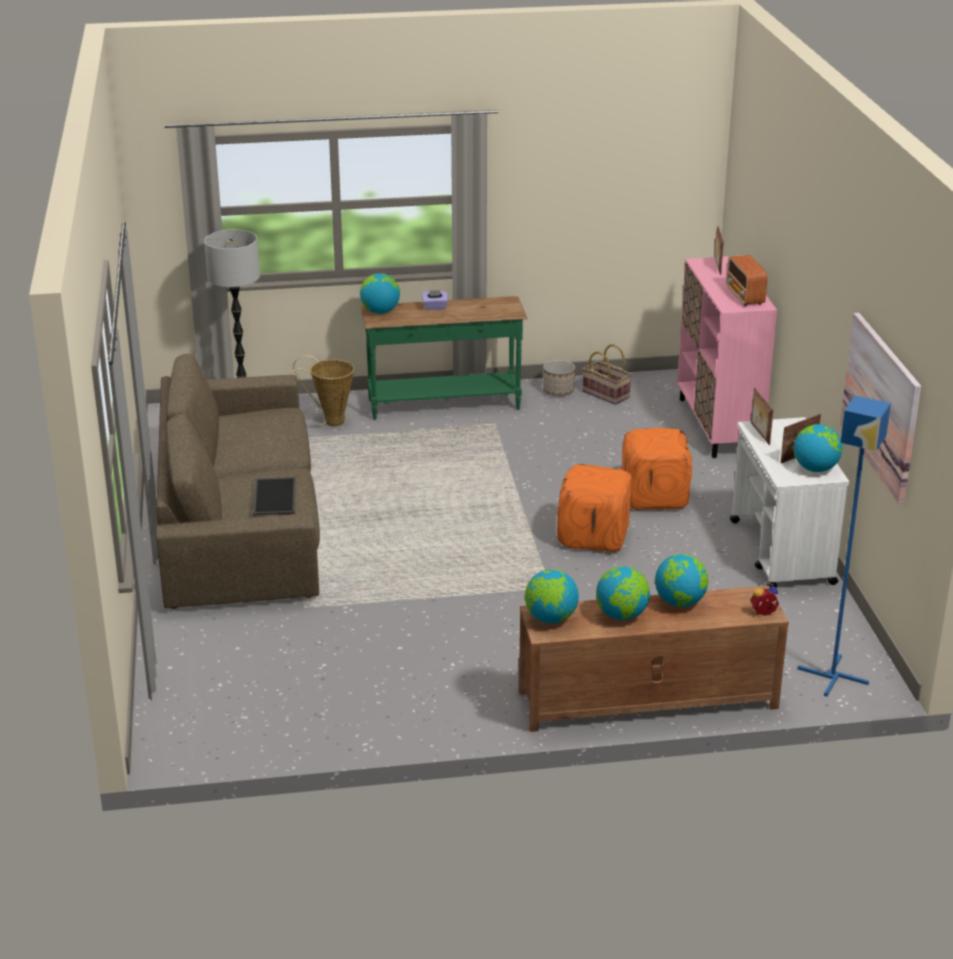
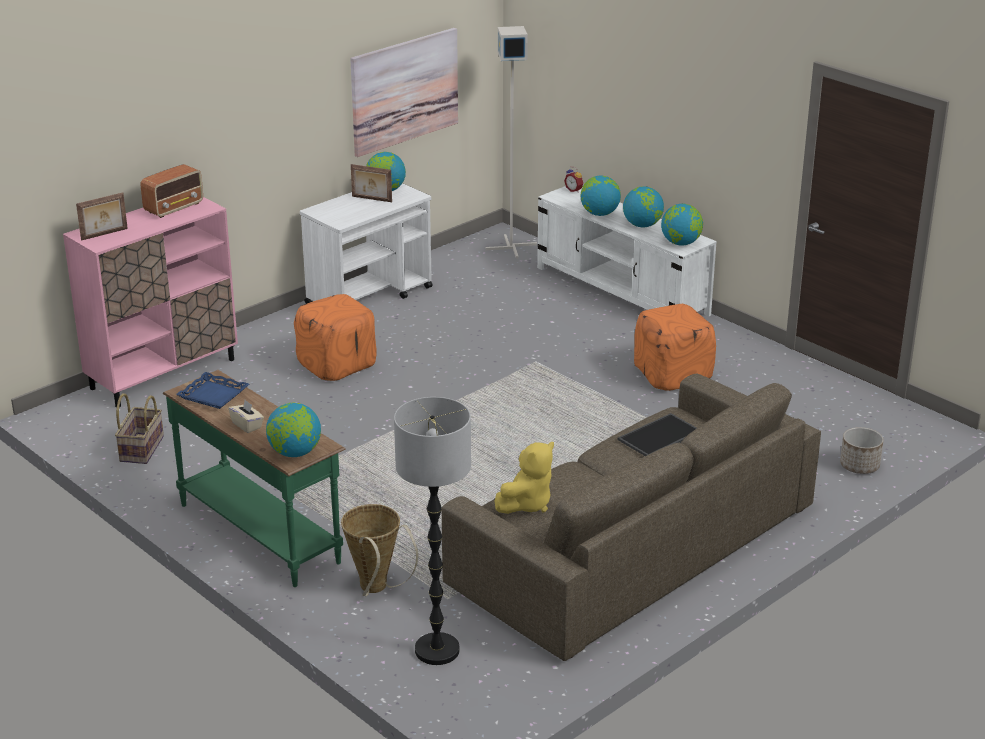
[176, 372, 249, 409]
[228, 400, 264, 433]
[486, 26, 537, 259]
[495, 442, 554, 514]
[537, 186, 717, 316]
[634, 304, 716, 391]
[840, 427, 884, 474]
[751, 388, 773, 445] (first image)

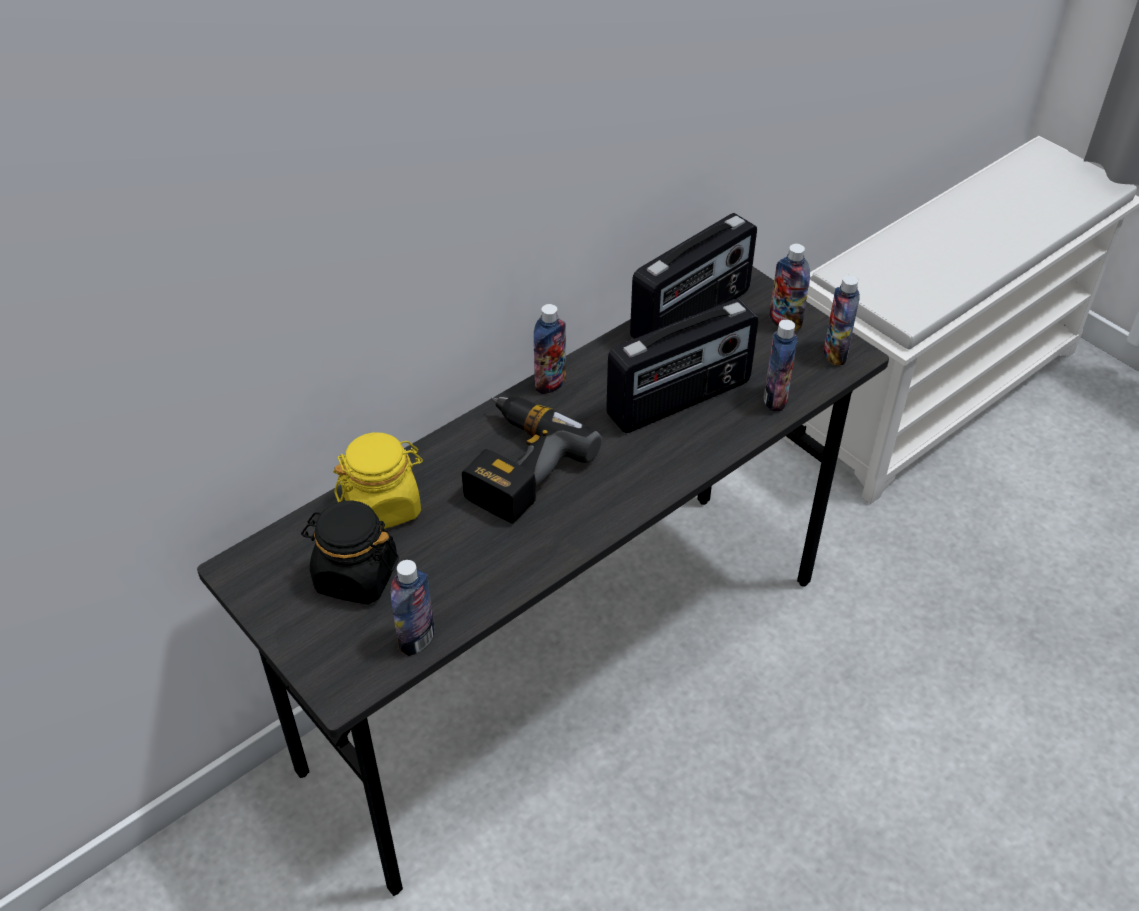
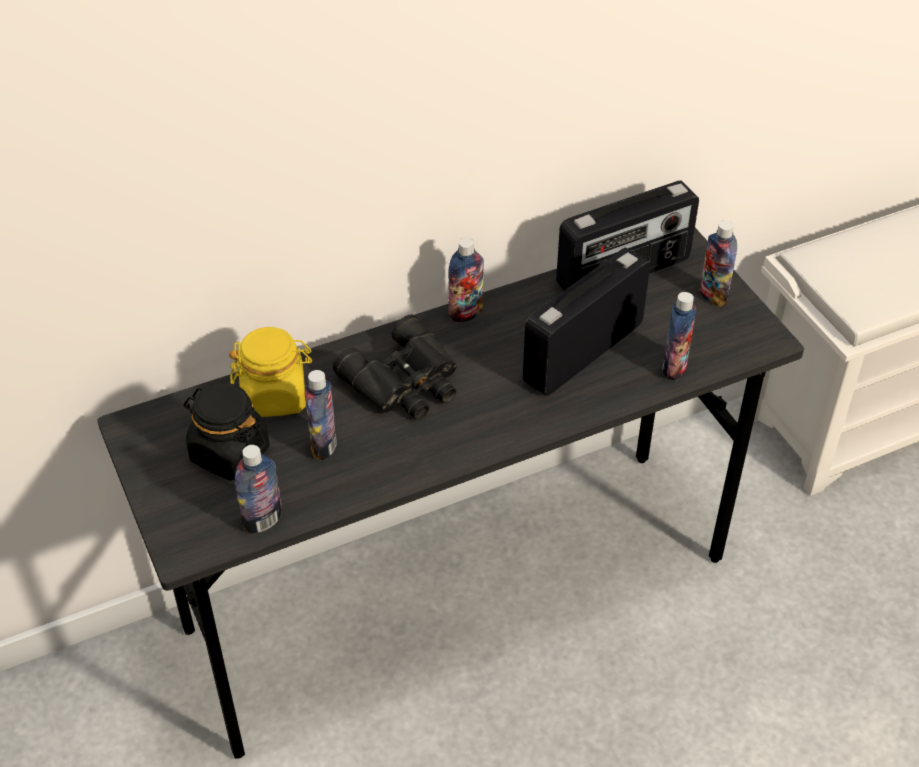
[305, 370, 337, 460]
[333, 315, 457, 420]
[523, 248, 650, 396]

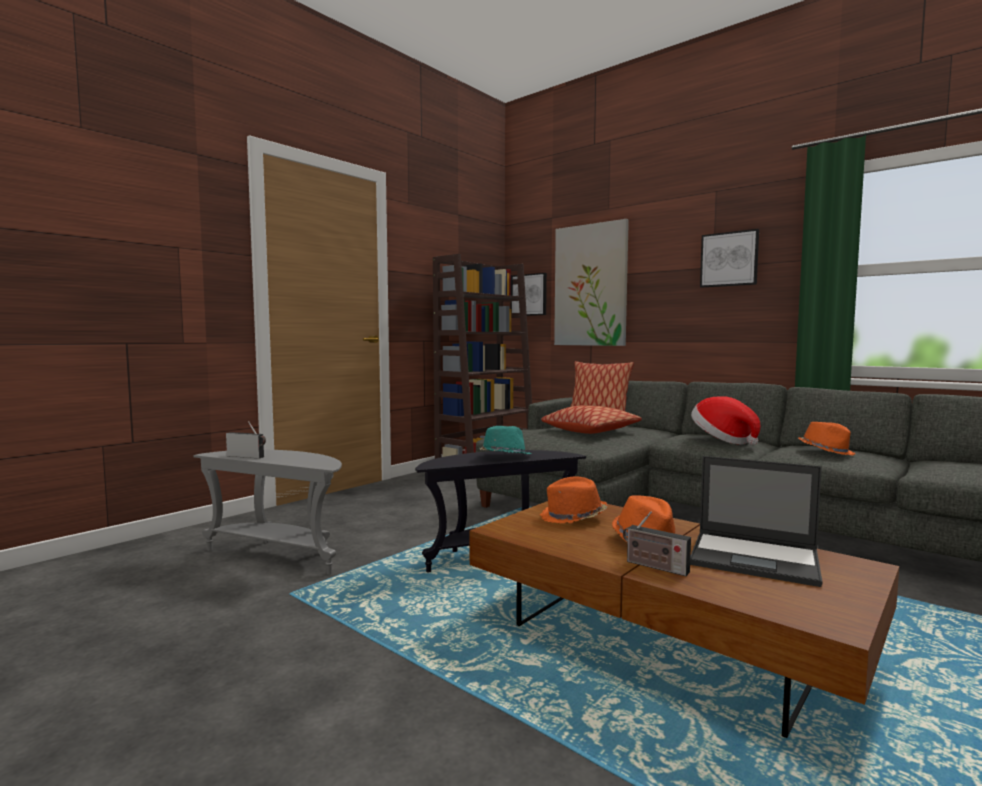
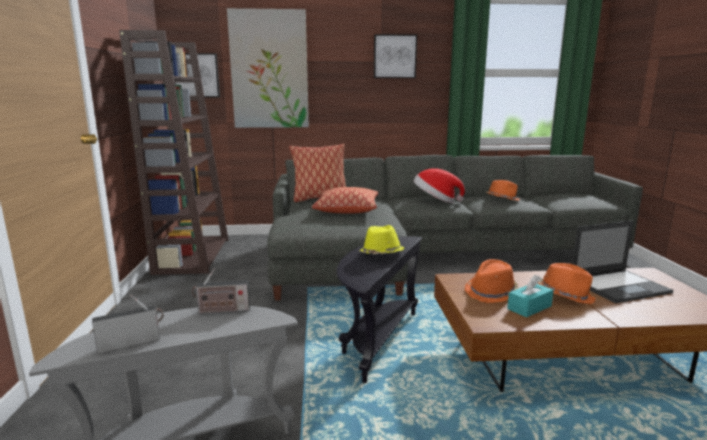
[192, 269, 250, 314]
[359, 225, 405, 254]
[507, 275, 554, 318]

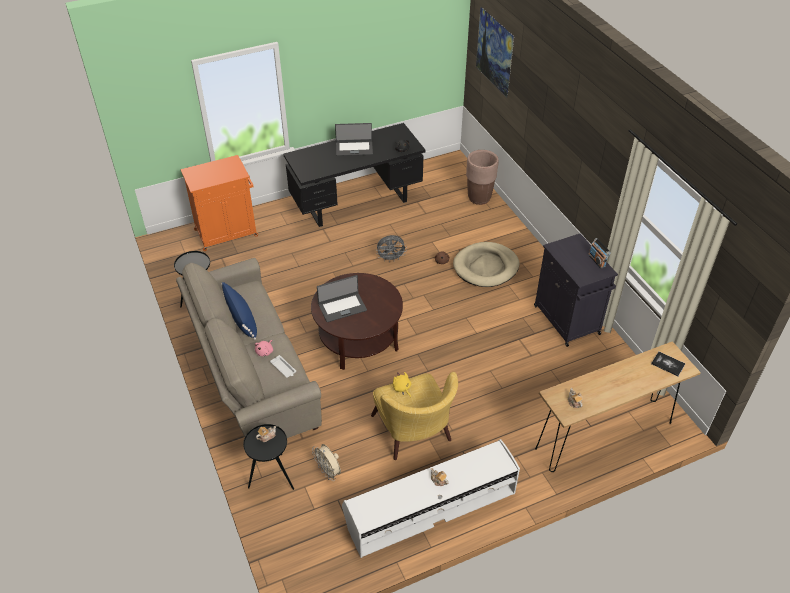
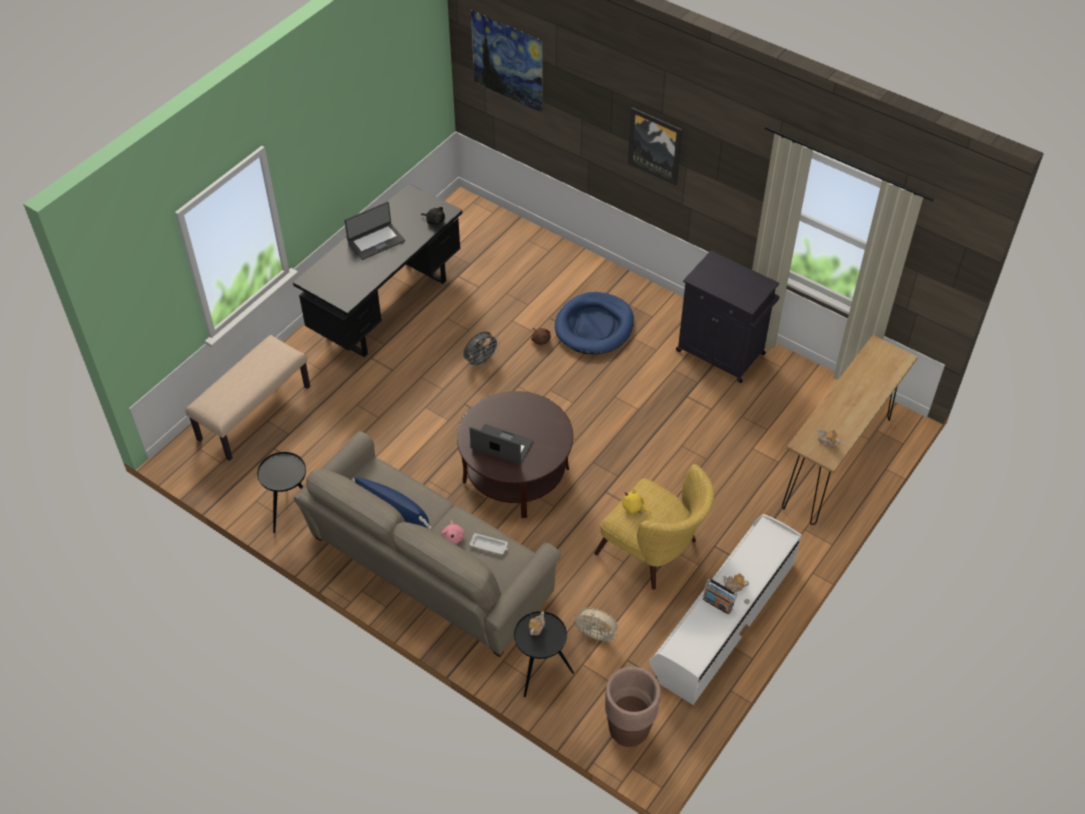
[185, 335, 310, 461]
[469, 424, 533, 464]
[555, 292, 634, 354]
[605, 666, 661, 747]
[628, 107, 682, 186]
[703, 578, 737, 615]
[651, 351, 686, 376] (first image)

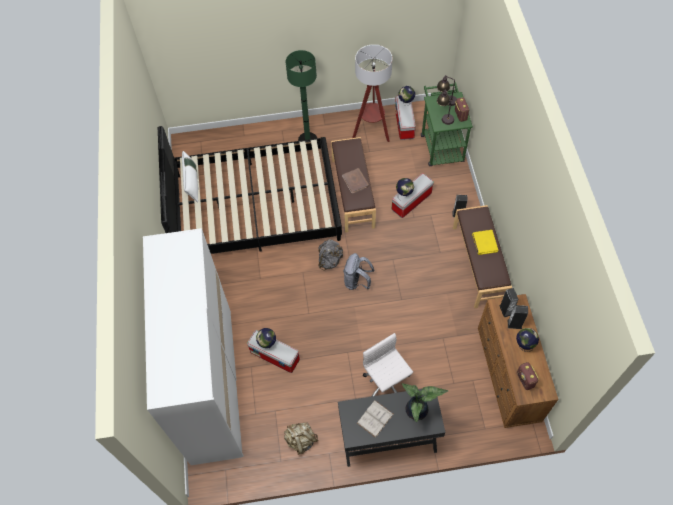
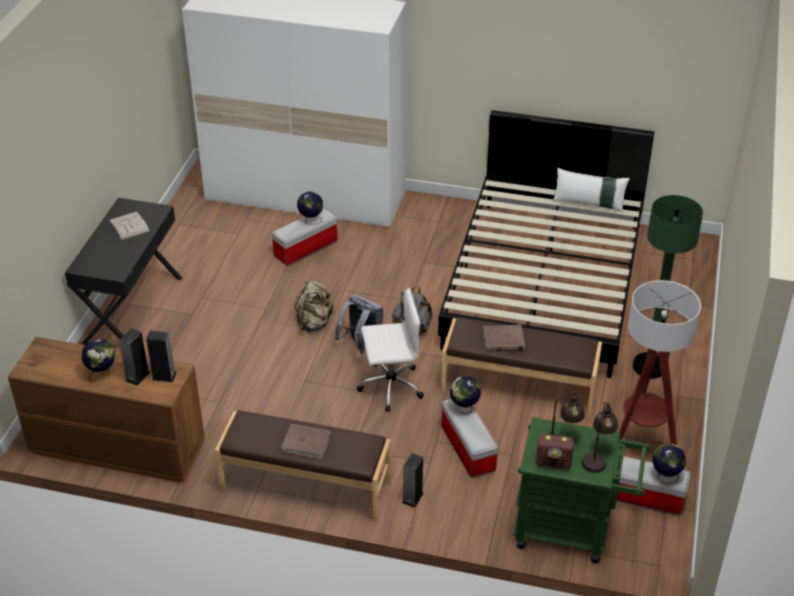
[281, 424, 331, 460]
[294, 281, 334, 333]
[357, 288, 424, 412]
[402, 383, 448, 422] (first image)
[517, 362, 539, 390] (first image)

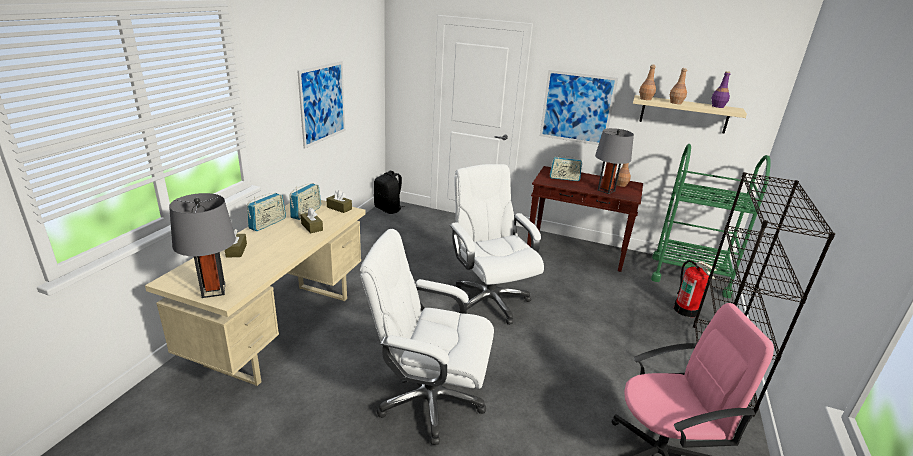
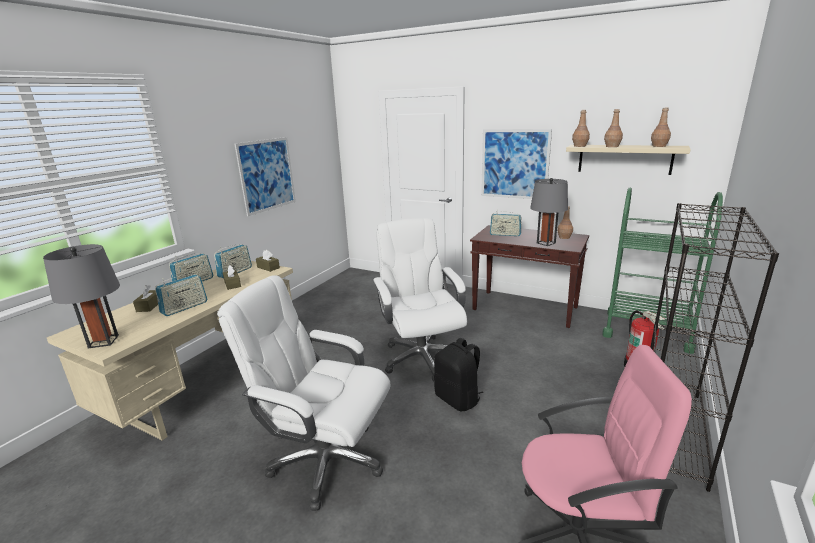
[155, 274, 207, 316]
[434, 338, 483, 411]
[651, 108, 671, 147]

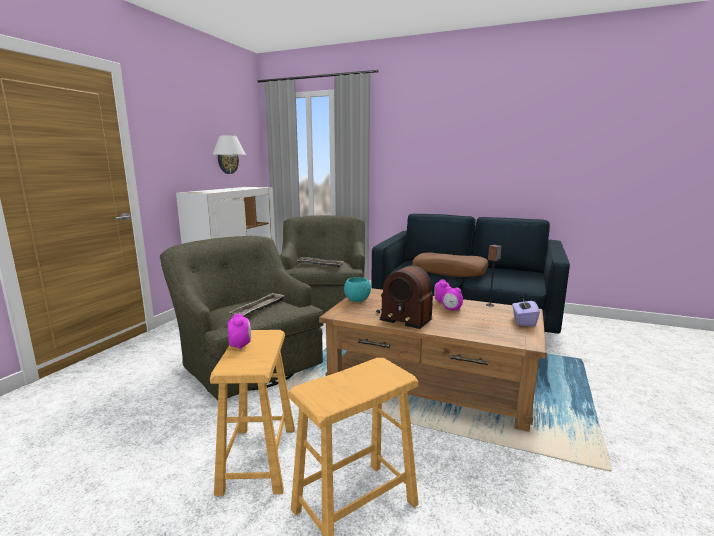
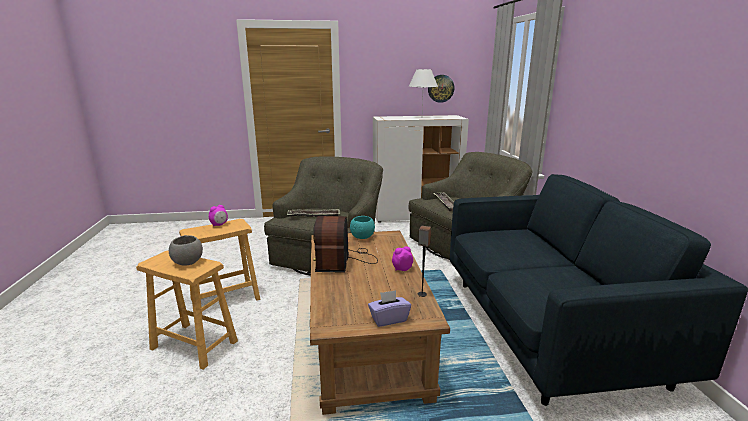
[169, 235, 203, 266]
[412, 252, 488, 277] (first image)
[442, 287, 463, 310] (first image)

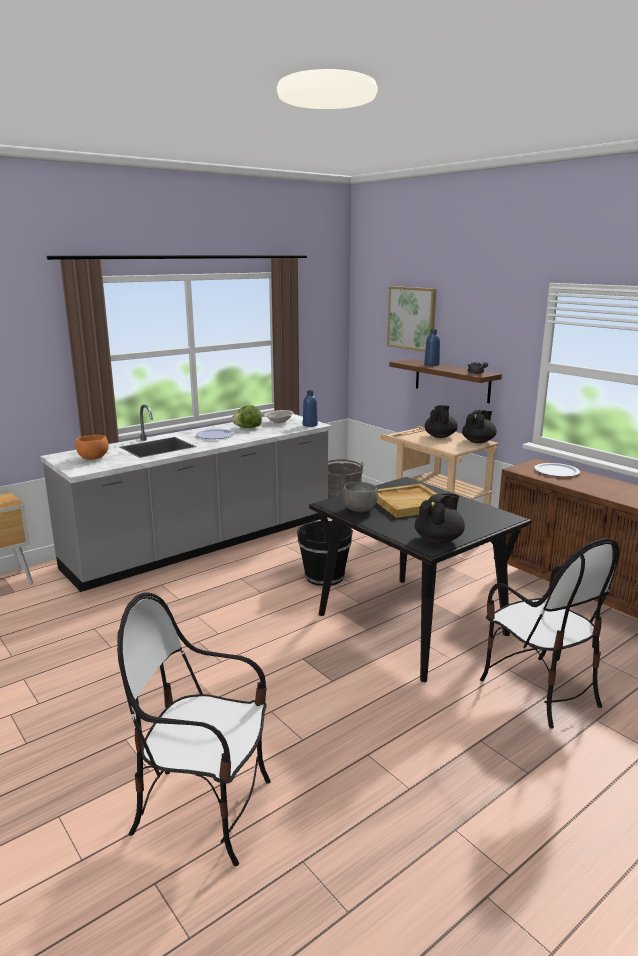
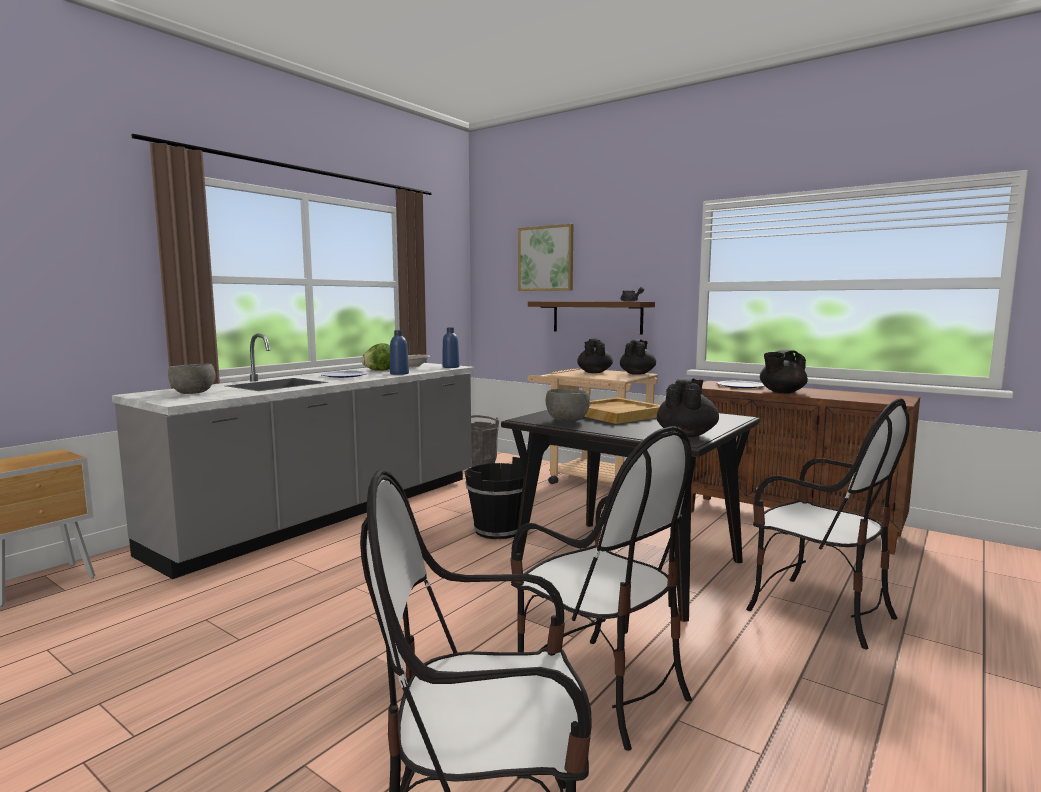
[168, 364, 216, 394]
[390, 330, 409, 375]
[510, 426, 692, 751]
[760, 349, 808, 393]

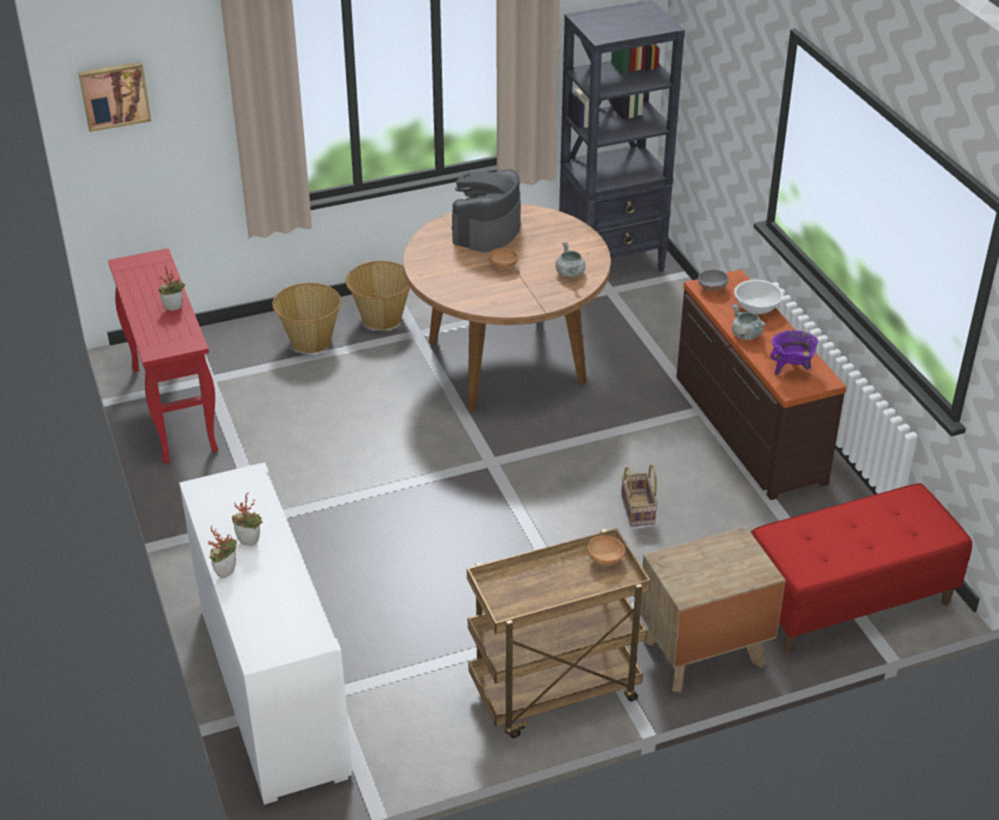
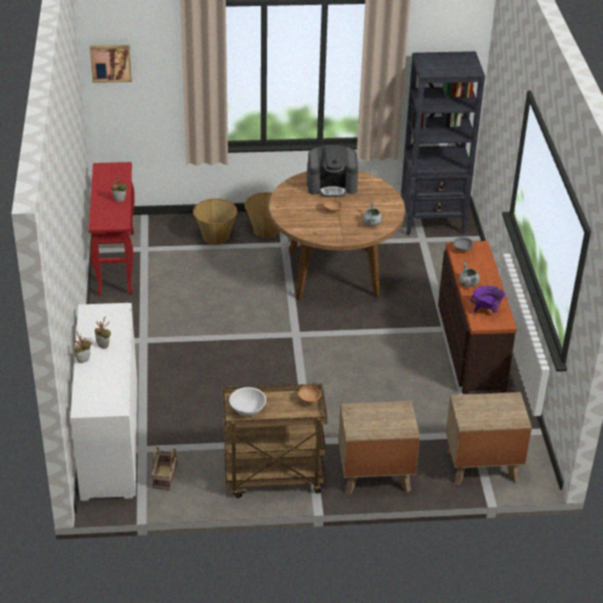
[152, 446, 178, 490]
[229, 387, 266, 416]
[307, 145, 358, 197]
[446, 392, 532, 485]

